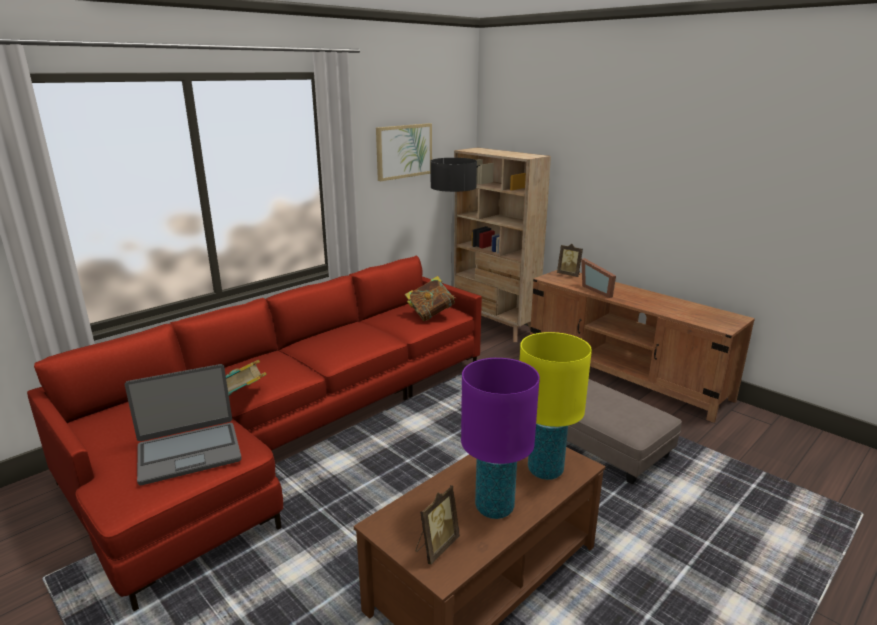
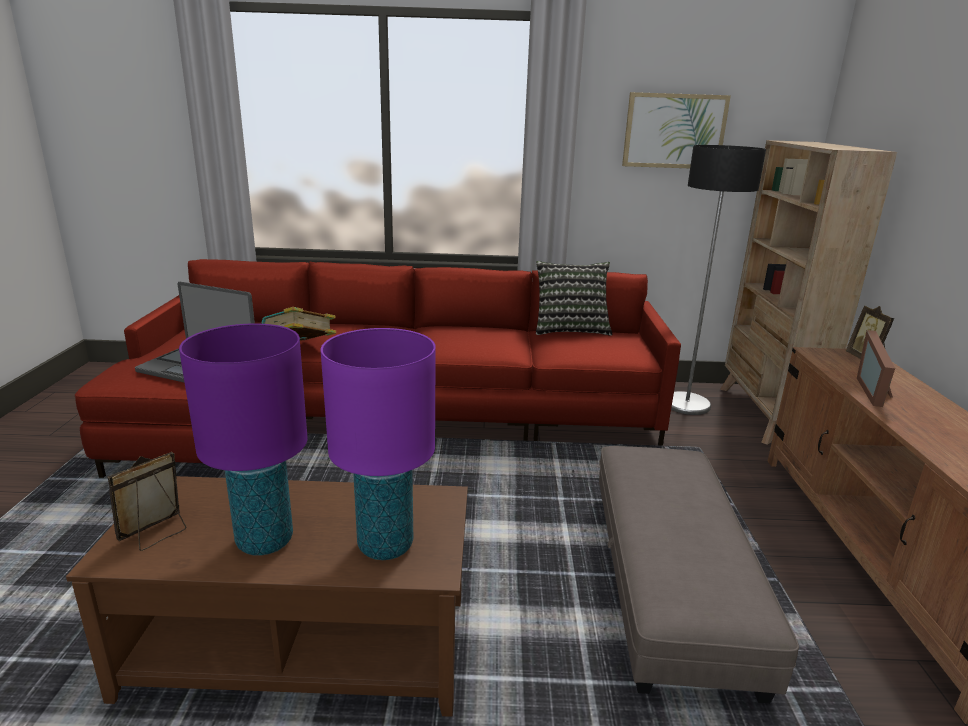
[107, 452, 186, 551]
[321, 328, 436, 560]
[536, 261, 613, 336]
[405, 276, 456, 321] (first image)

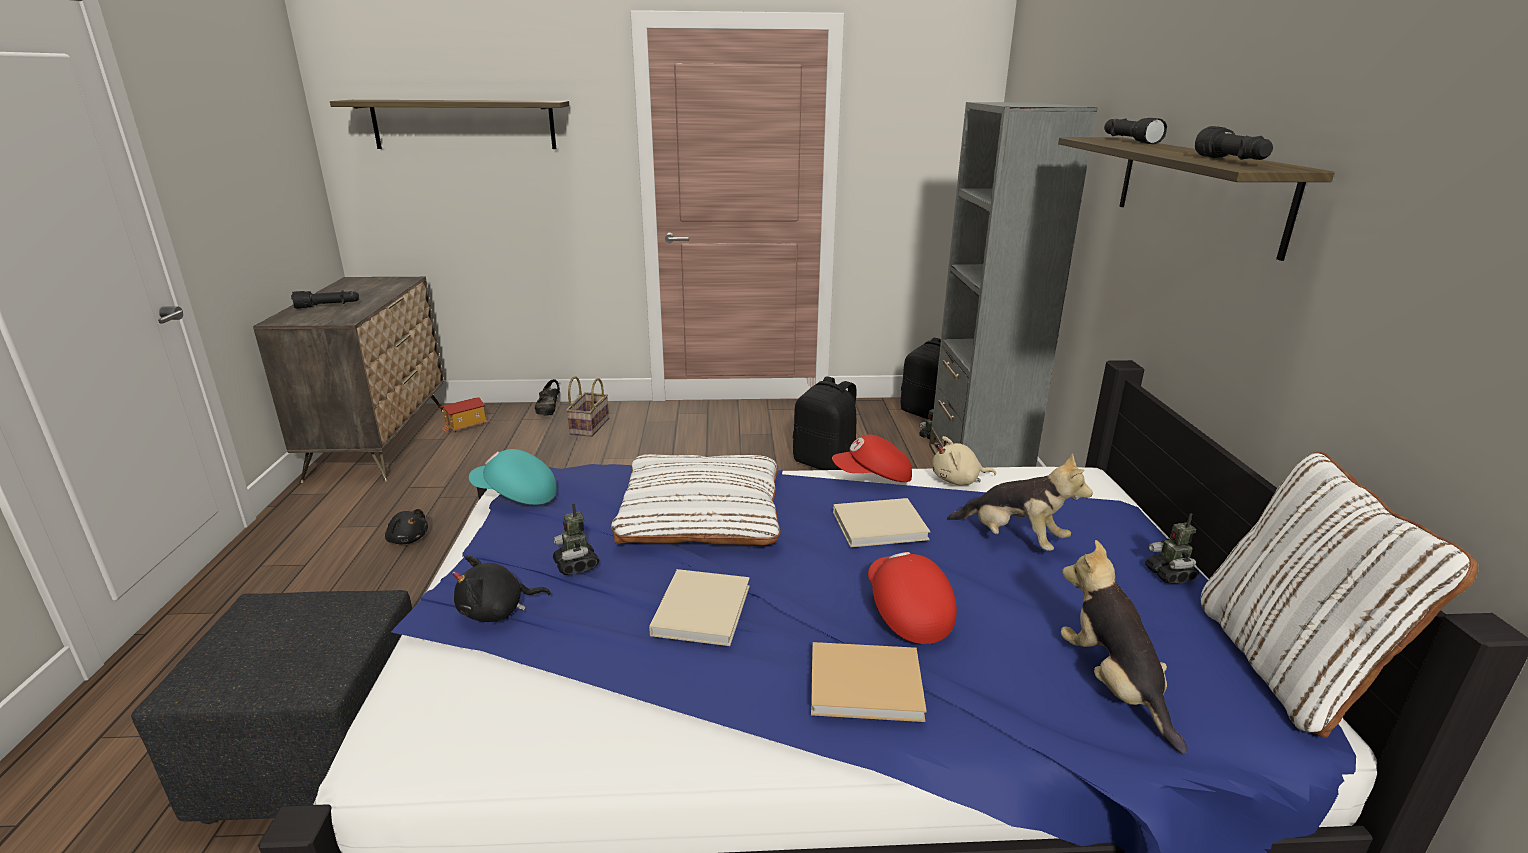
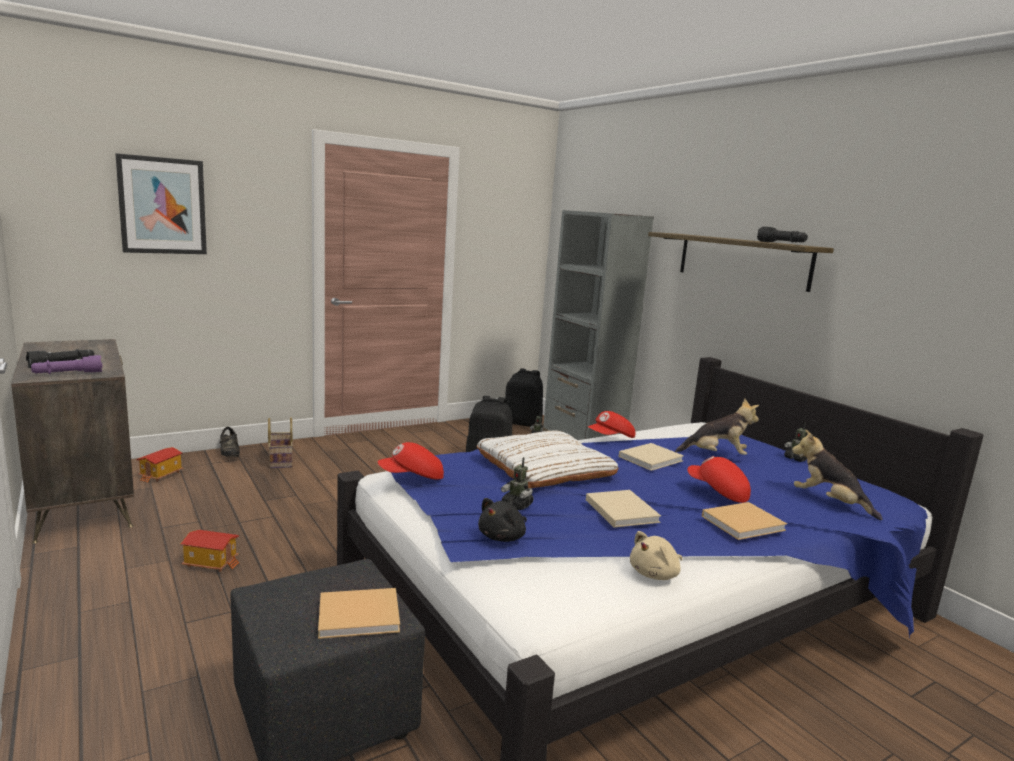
[31, 355, 103, 374]
[115, 153, 207, 254]
[181, 530, 239, 572]
[318, 588, 400, 639]
[378, 442, 444, 480]
[630, 531, 682, 580]
[1104, 118, 1167, 144] (first image)
[1201, 452, 1478, 738] (first image)

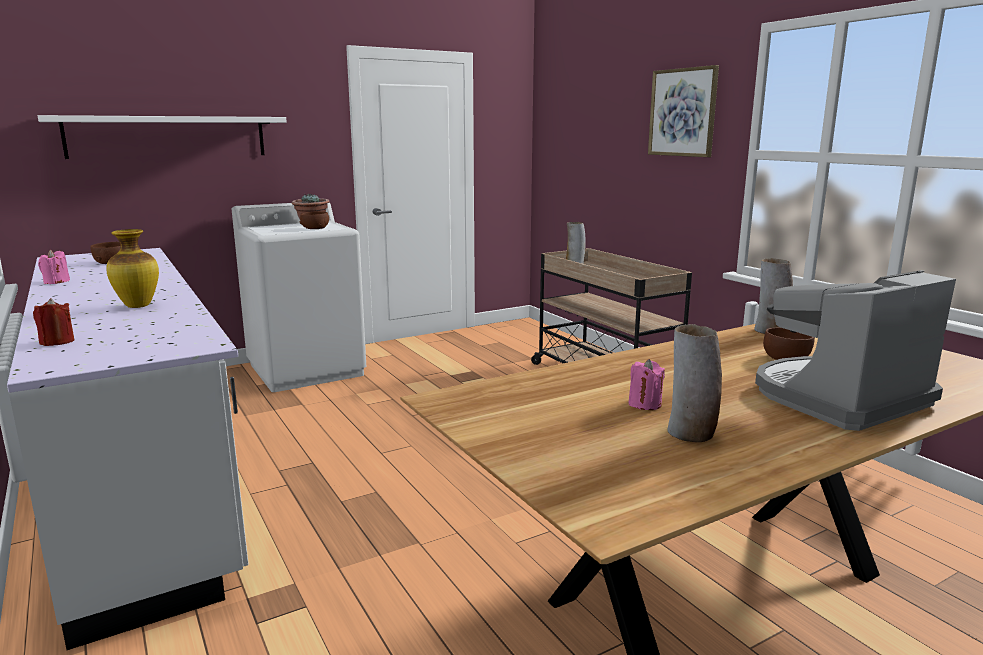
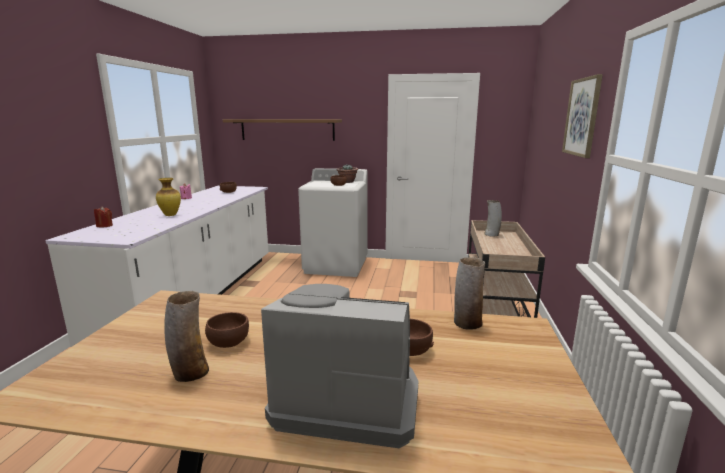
[205, 312, 249, 348]
[223, 119, 342, 141]

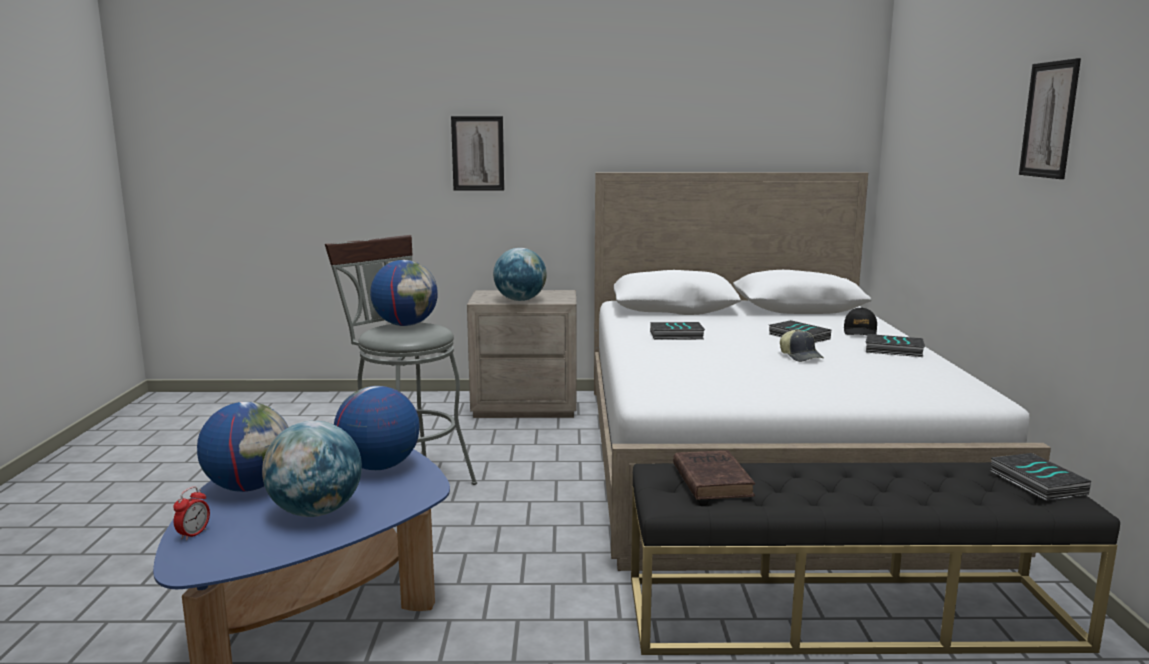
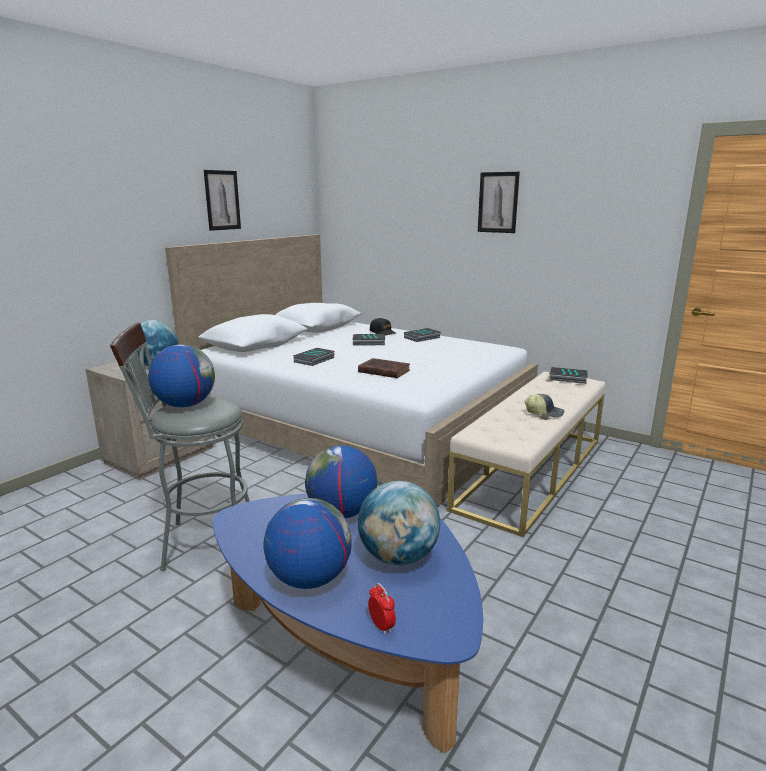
[204, 170, 241, 231]
[358, 358, 410, 378]
[447, 371, 605, 537]
[524, 394, 565, 418]

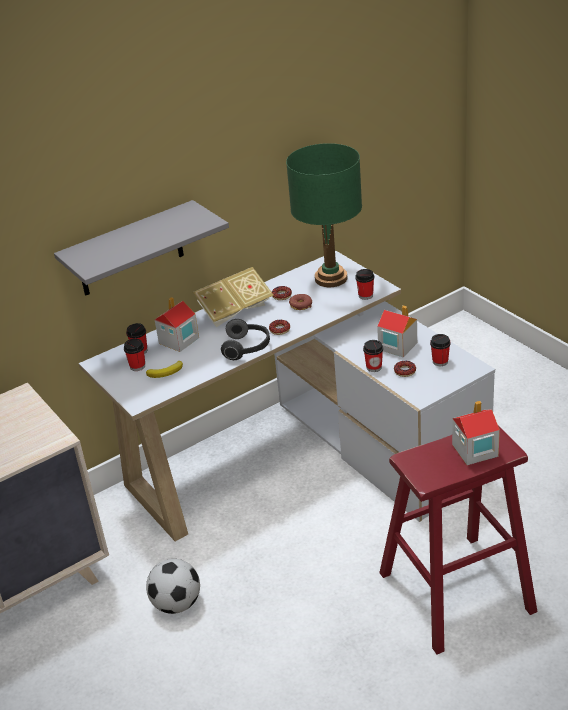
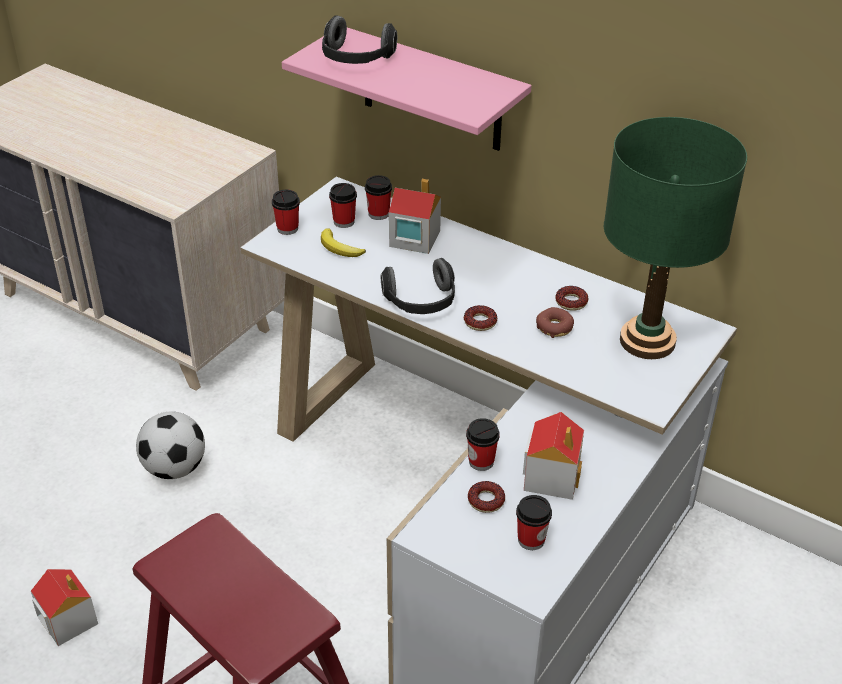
[31, 569, 98, 646]
[272, 190, 300, 235]
[282, 28, 532, 151]
[322, 15, 397, 64]
[193, 267, 274, 327] (first image)

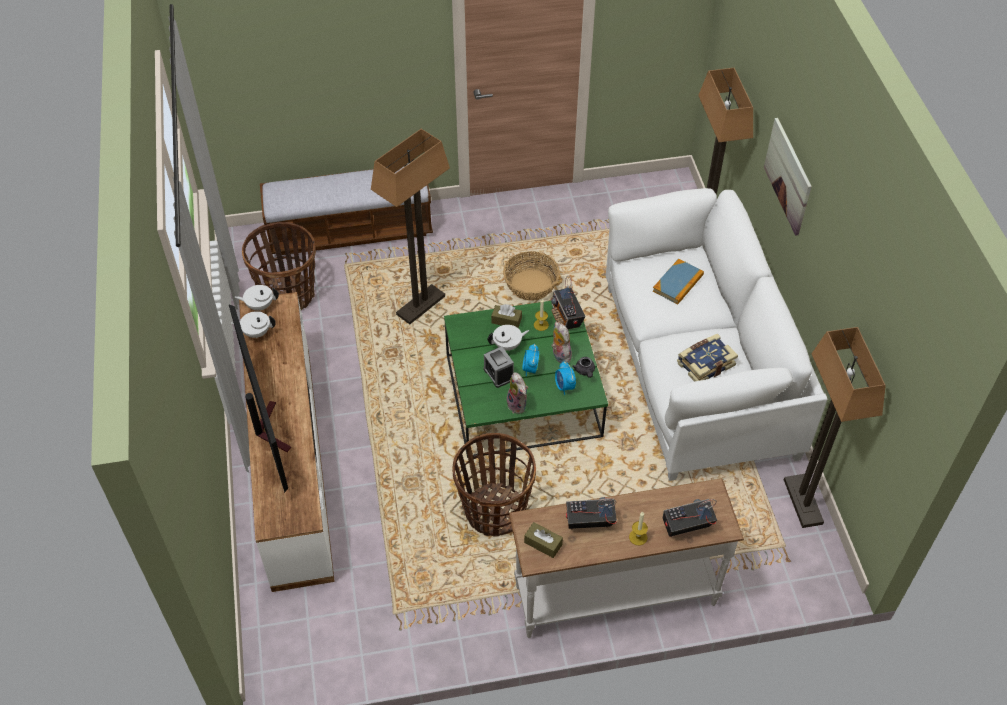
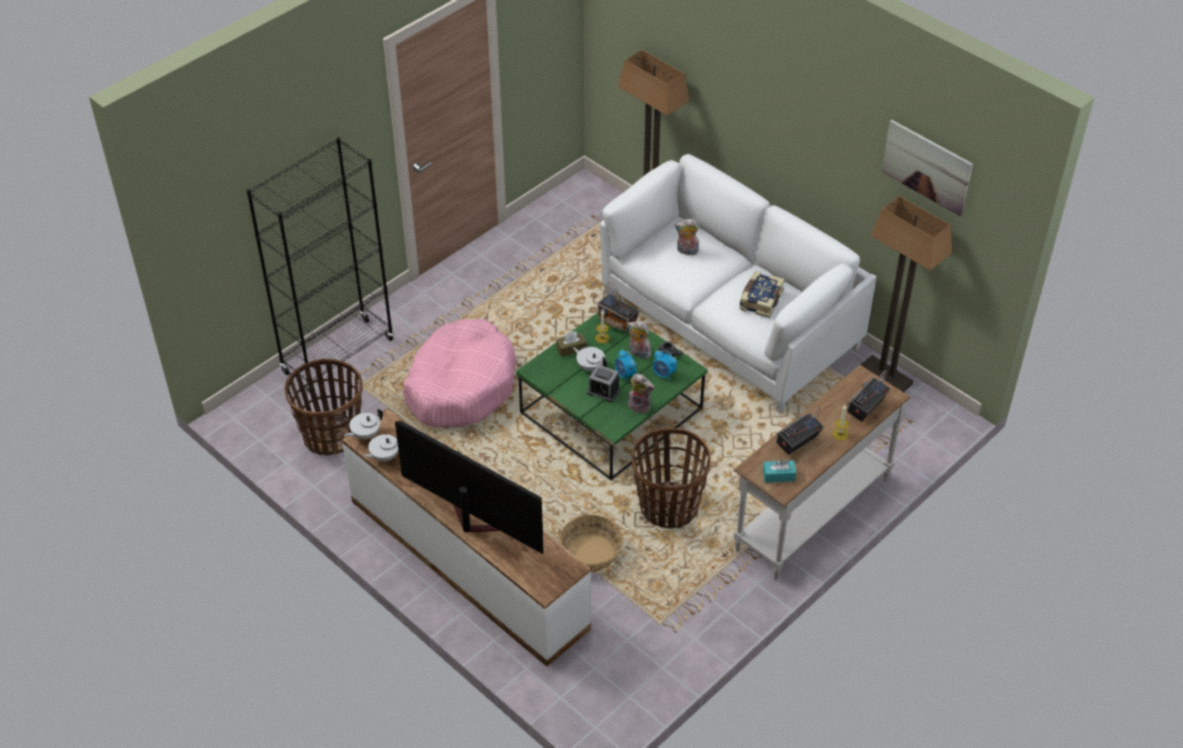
[247, 137, 394, 394]
[403, 319, 517, 427]
[559, 514, 623, 572]
[573, 347, 607, 371]
[674, 219, 699, 256]
[763, 460, 797, 483]
[882, 120, 973, 216]

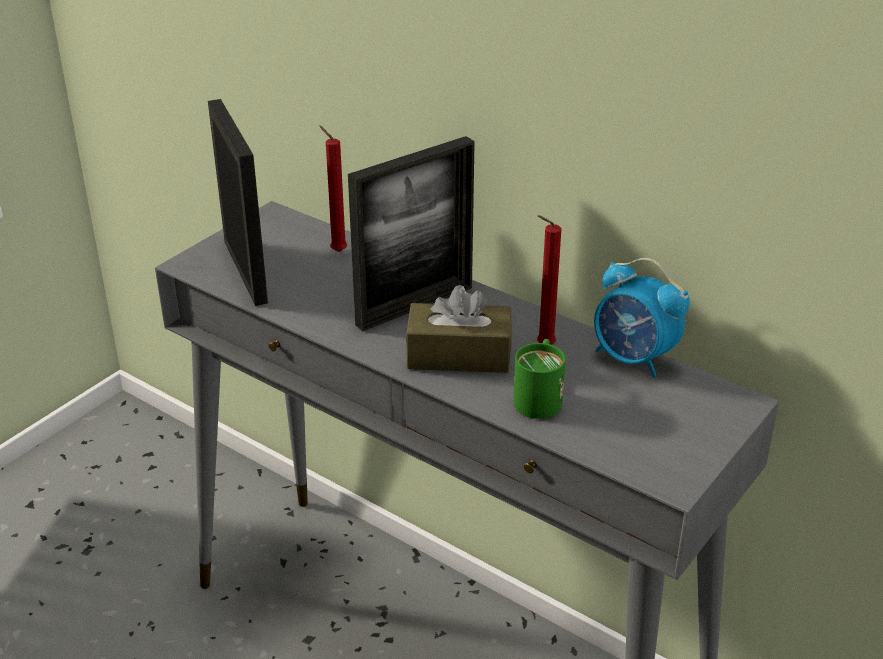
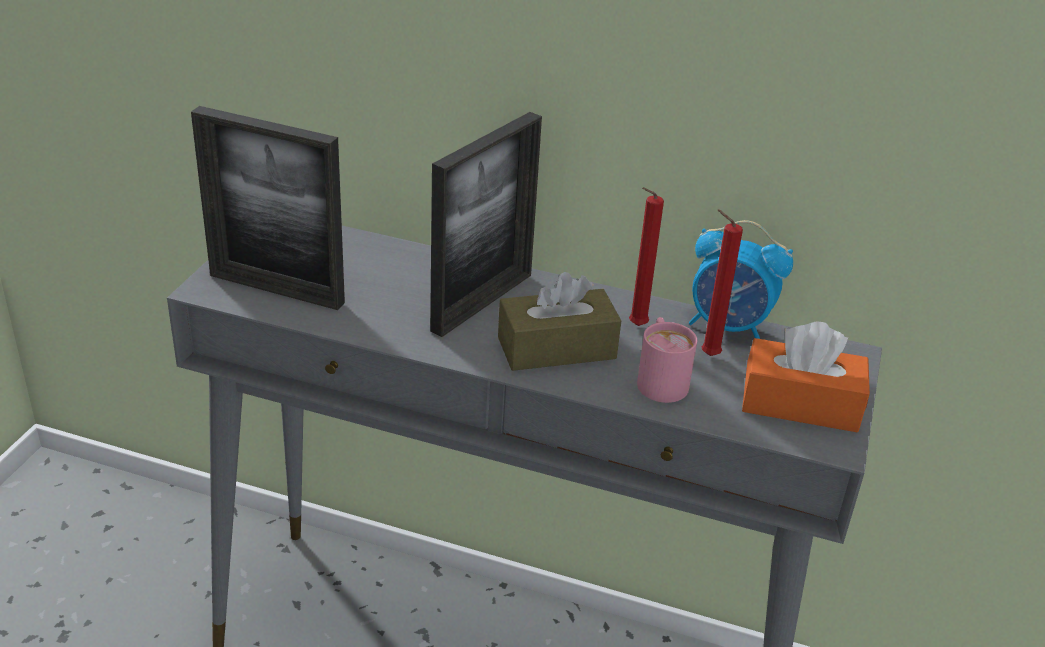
[191, 106, 345, 310]
[637, 317, 697, 403]
[702, 210, 743, 356]
[742, 322, 870, 432]

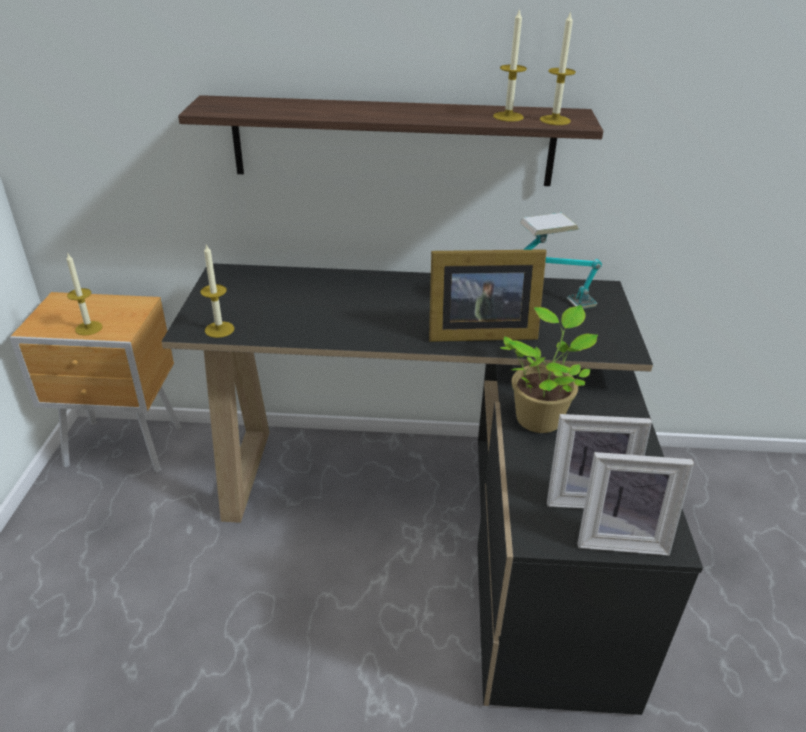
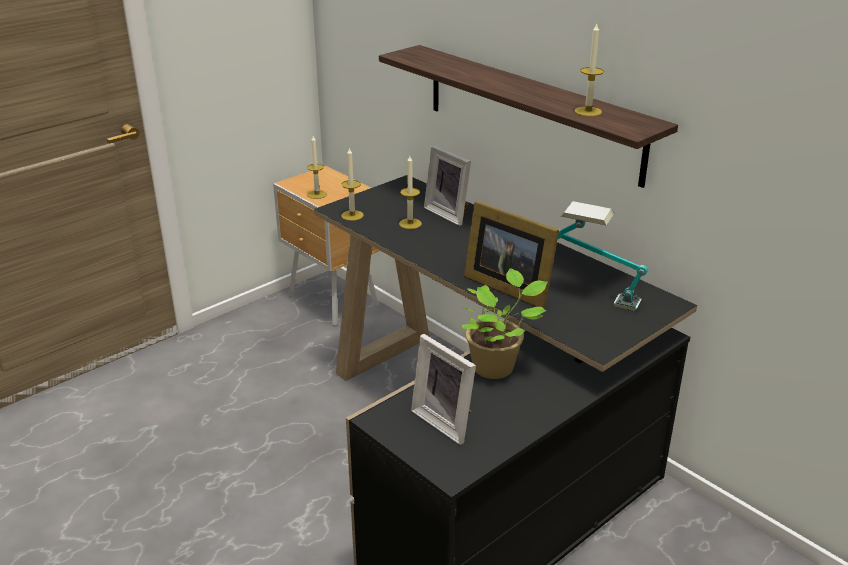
[399, 156, 422, 229]
[424, 145, 471, 226]

